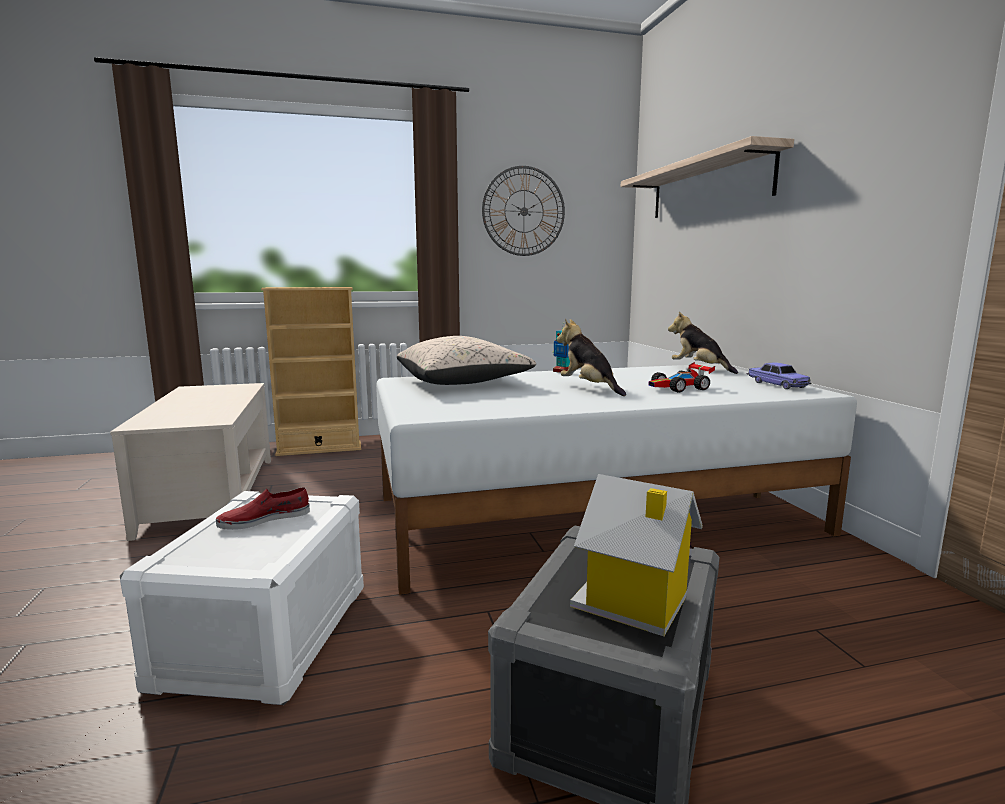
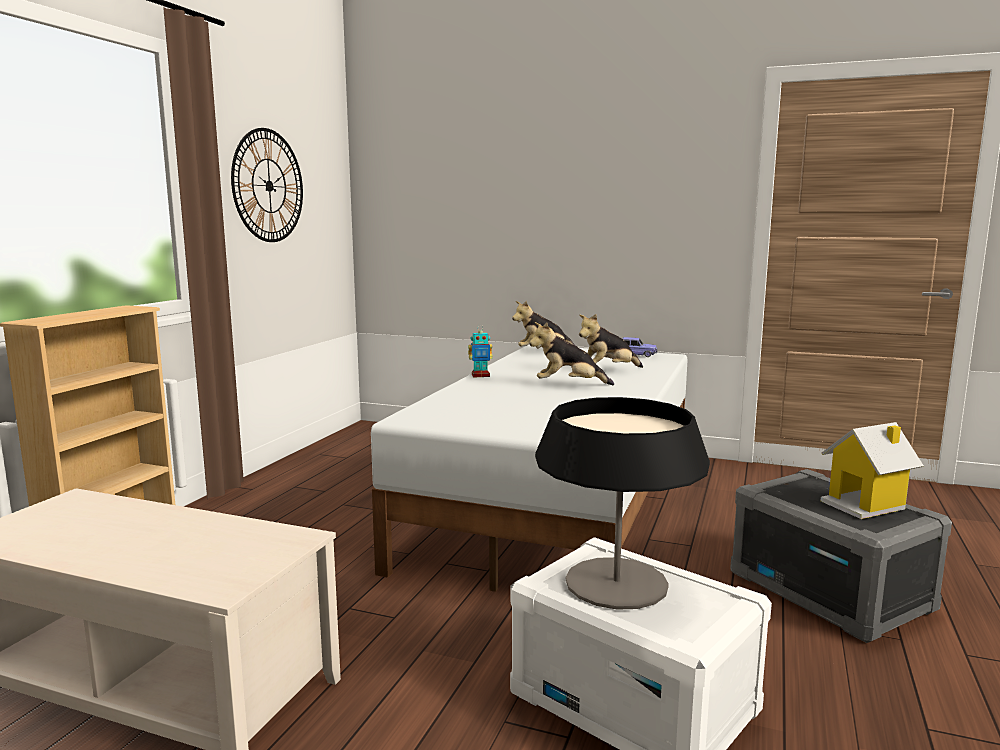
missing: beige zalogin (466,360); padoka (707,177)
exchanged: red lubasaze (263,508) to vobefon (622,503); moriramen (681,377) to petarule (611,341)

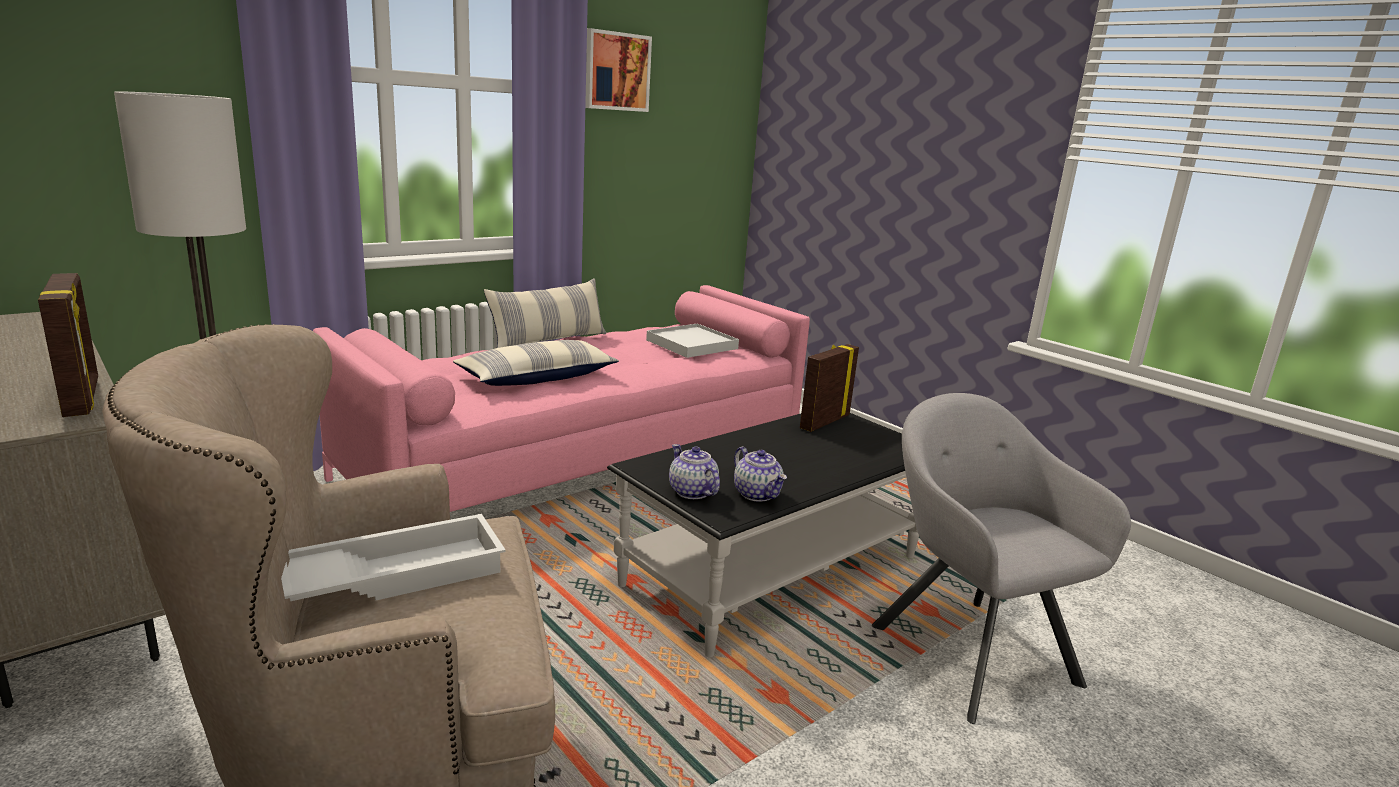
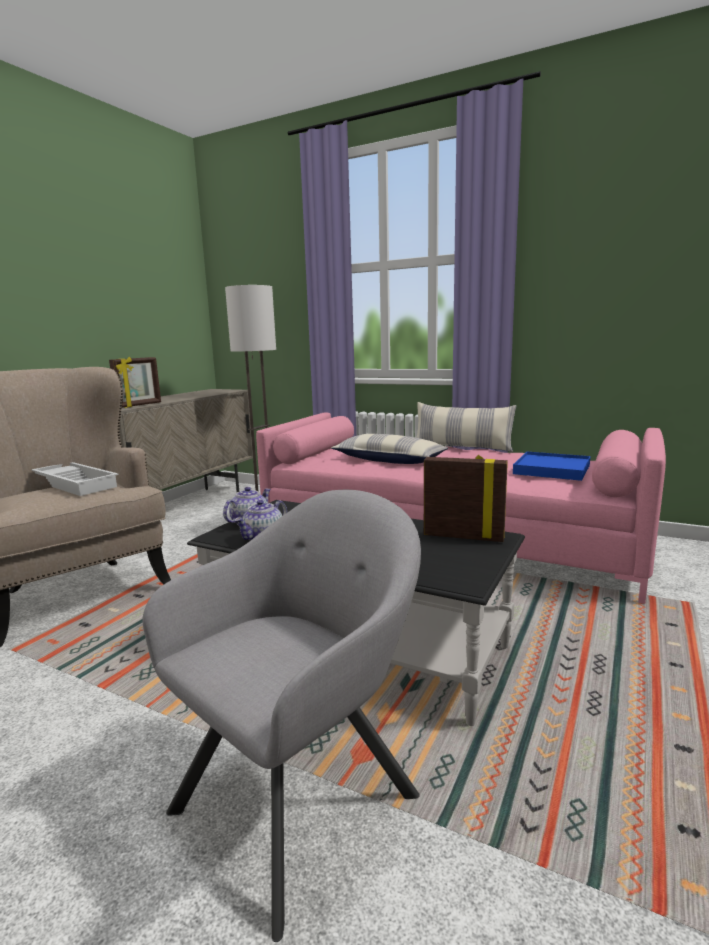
missing: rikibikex (618,70)
colour: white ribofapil (692,340) to blue ribofapil (551,466)

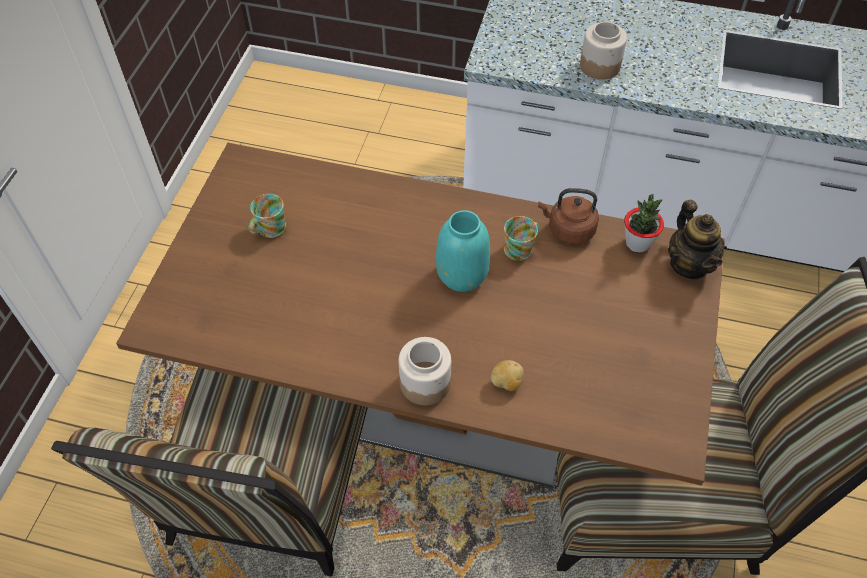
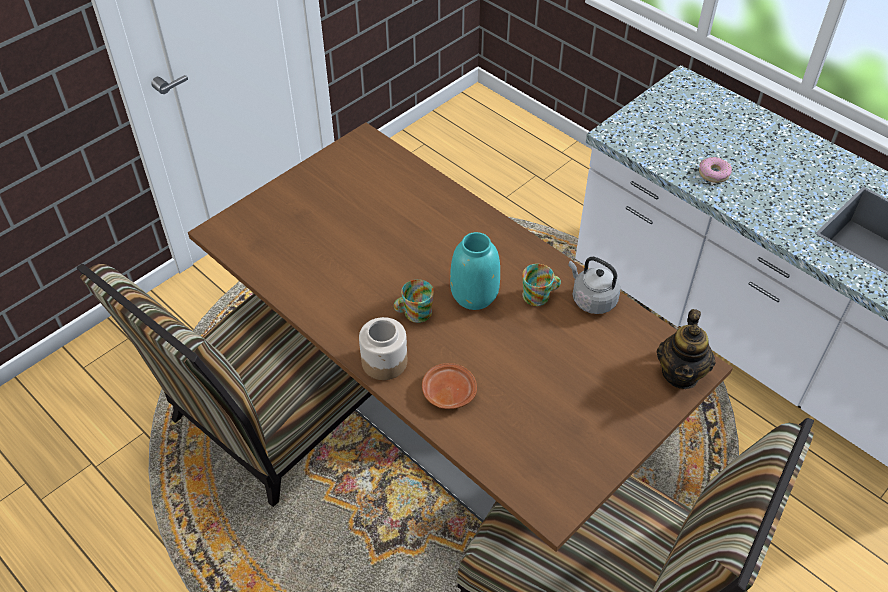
missing: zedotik (644,223)
relocated: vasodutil (267,216) to (414,301)
exchanged: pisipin (507,375) to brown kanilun (449,386); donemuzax (603,51) to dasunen (715,170)
colour: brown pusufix (568,216) to grey pusufix (594,285)

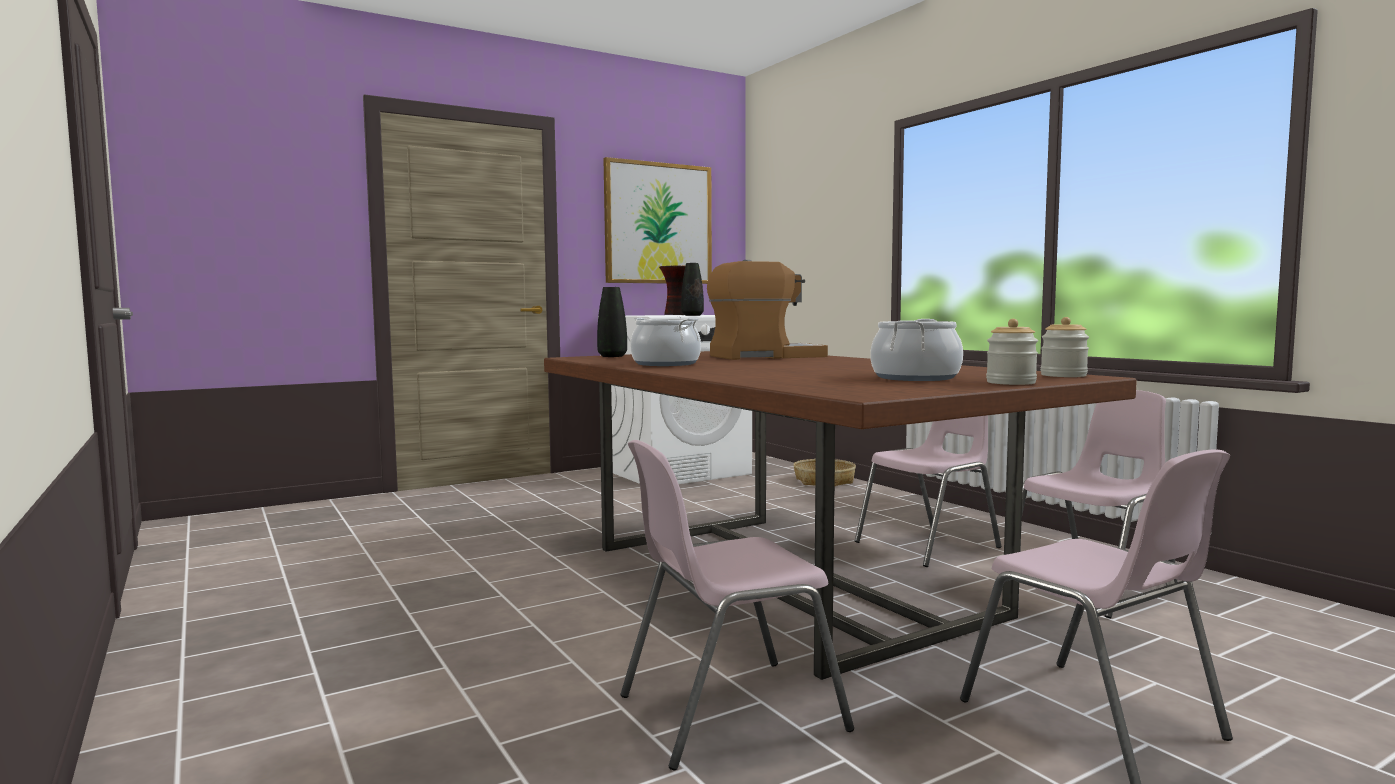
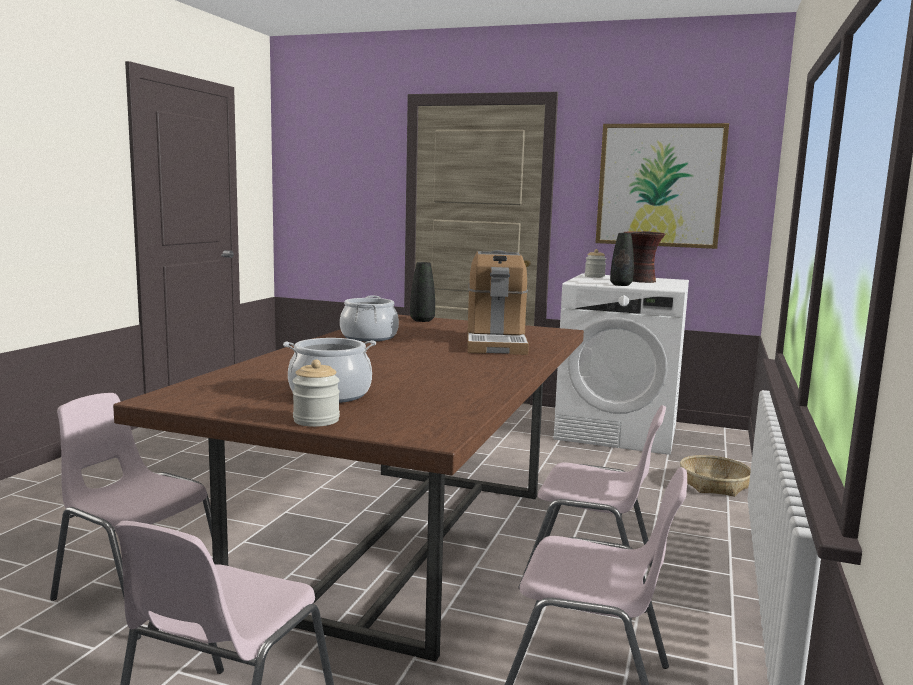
relocated: donemuzax (1065,347) to (595,263)
spun: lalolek (767,310) = (498,302) 60 degrees clockwise

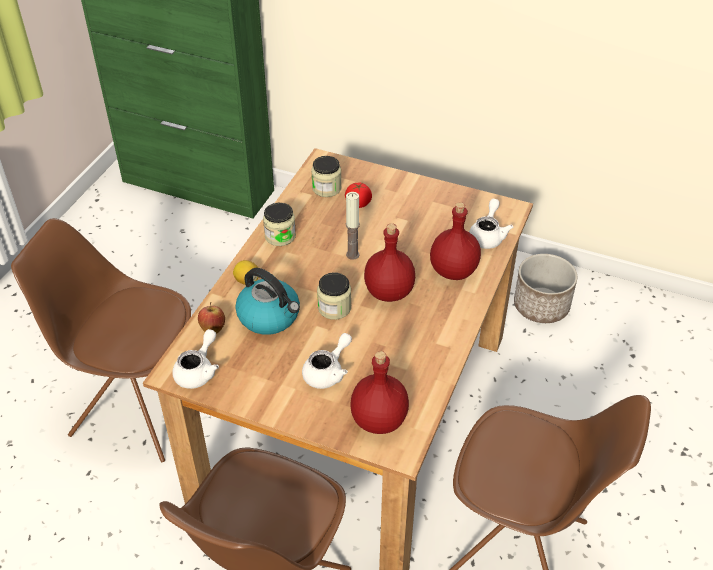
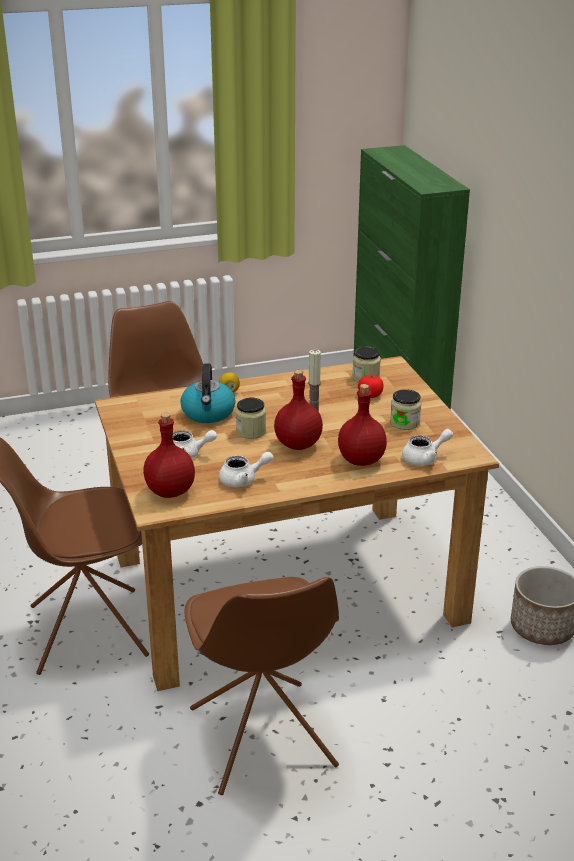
missing: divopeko (211,318)
relocated: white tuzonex (195,359) to (246,469); donemuzax (279,224) to (405,409)

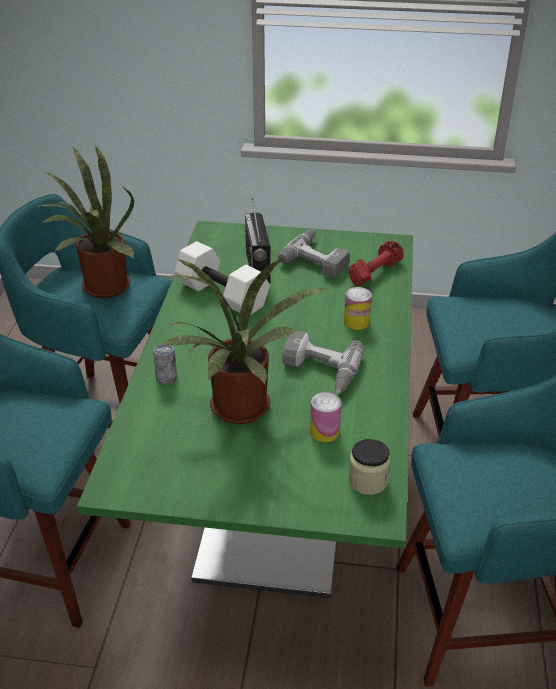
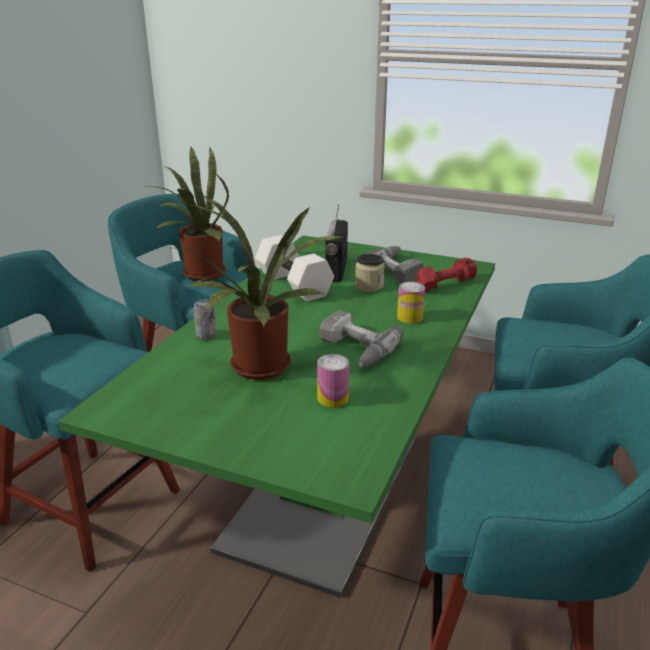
relocated: donemuzax (369,467) to (370,273)

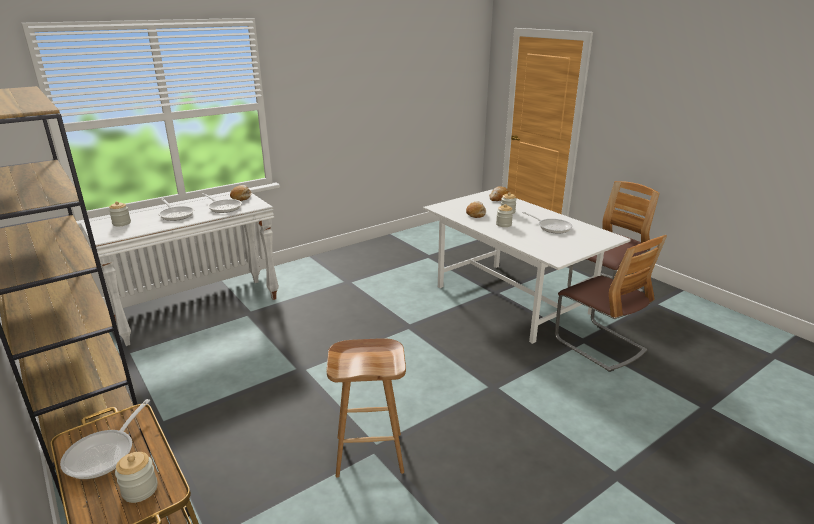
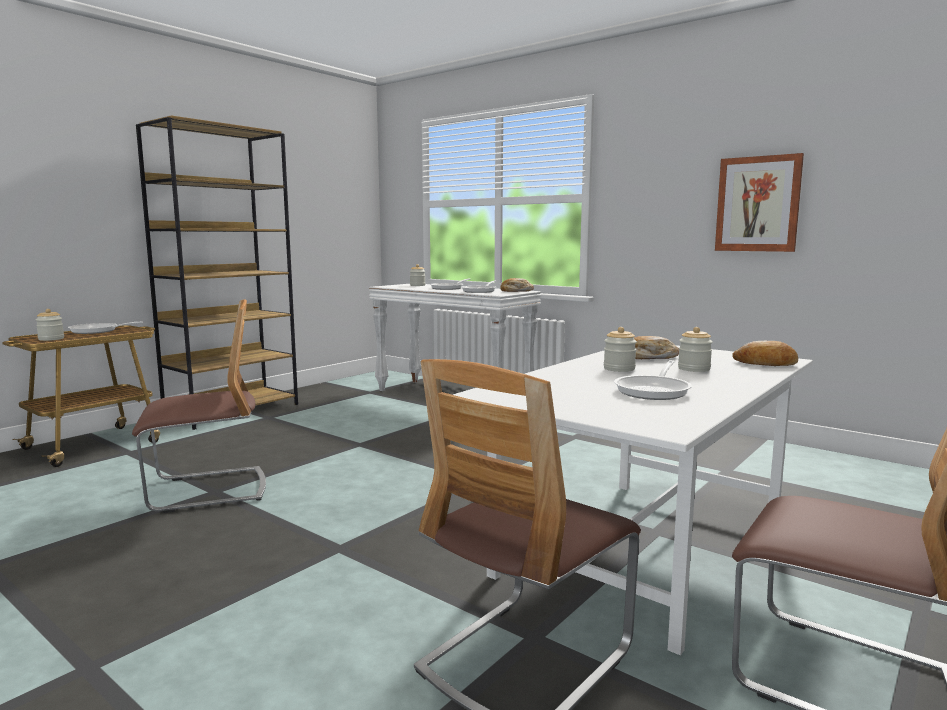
appeared: rikibikex (759,202)
exchanged: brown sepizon (366,408) to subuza (199,406)

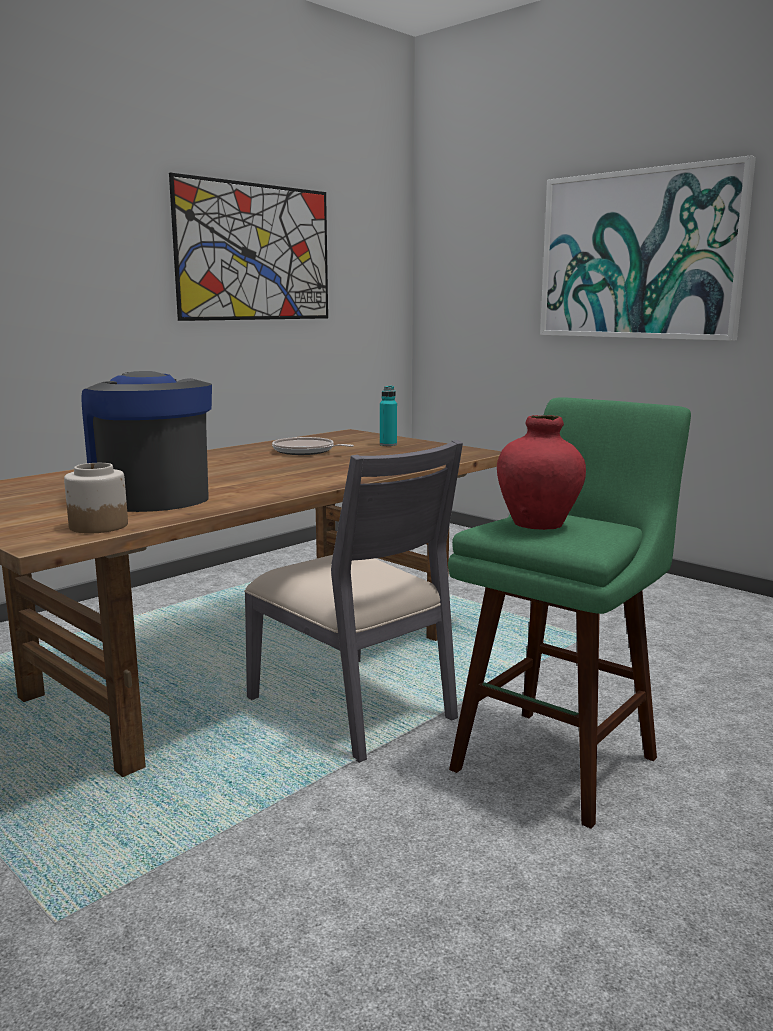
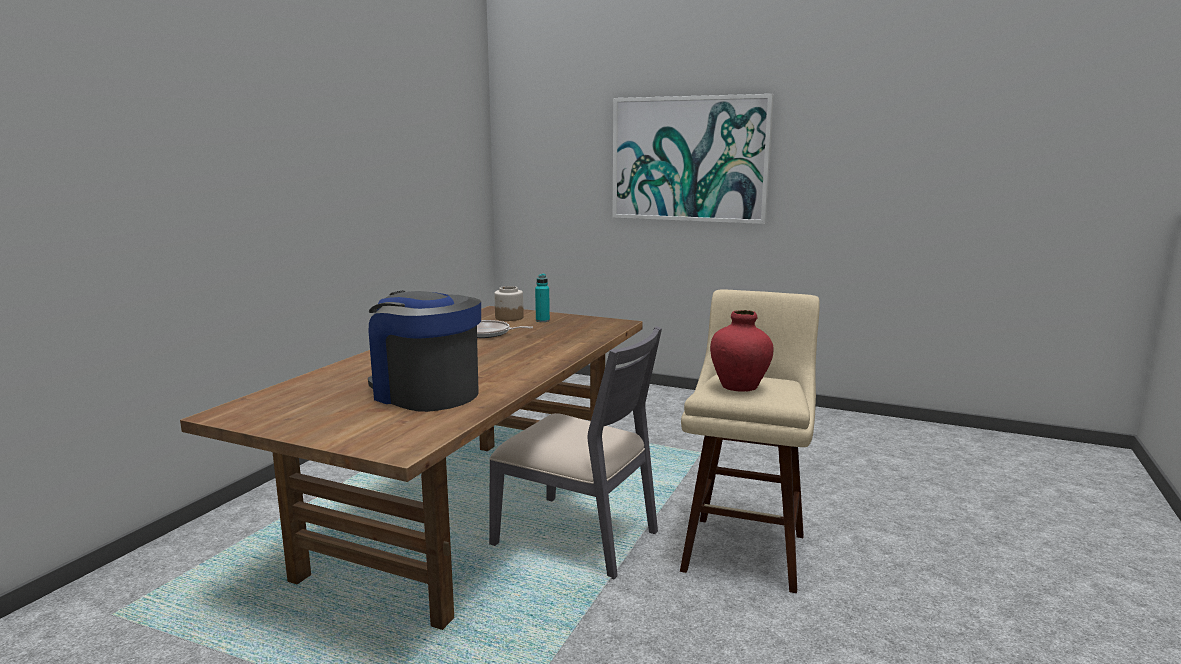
missing: rikibikex (248,247)
relocated: donemuzax (96,498) to (509,303)
colour: green sepizon (569,613) to beige sepizon (750,441)

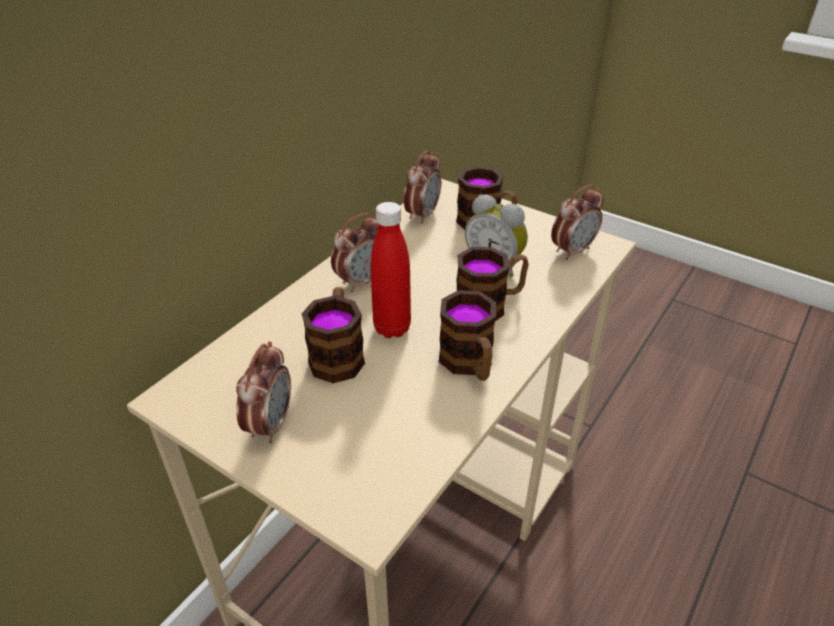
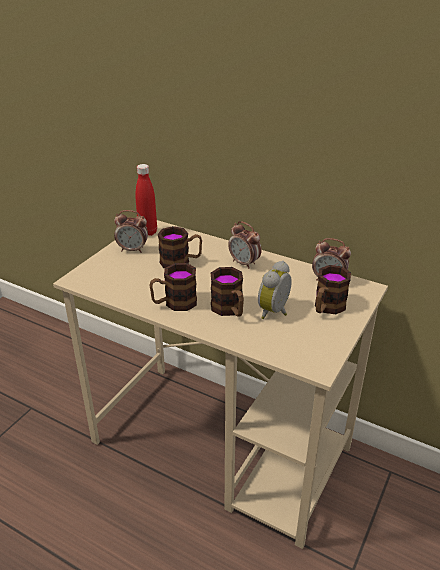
missing: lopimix (577,222)
relocated: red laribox (391,270) to (146,200)

